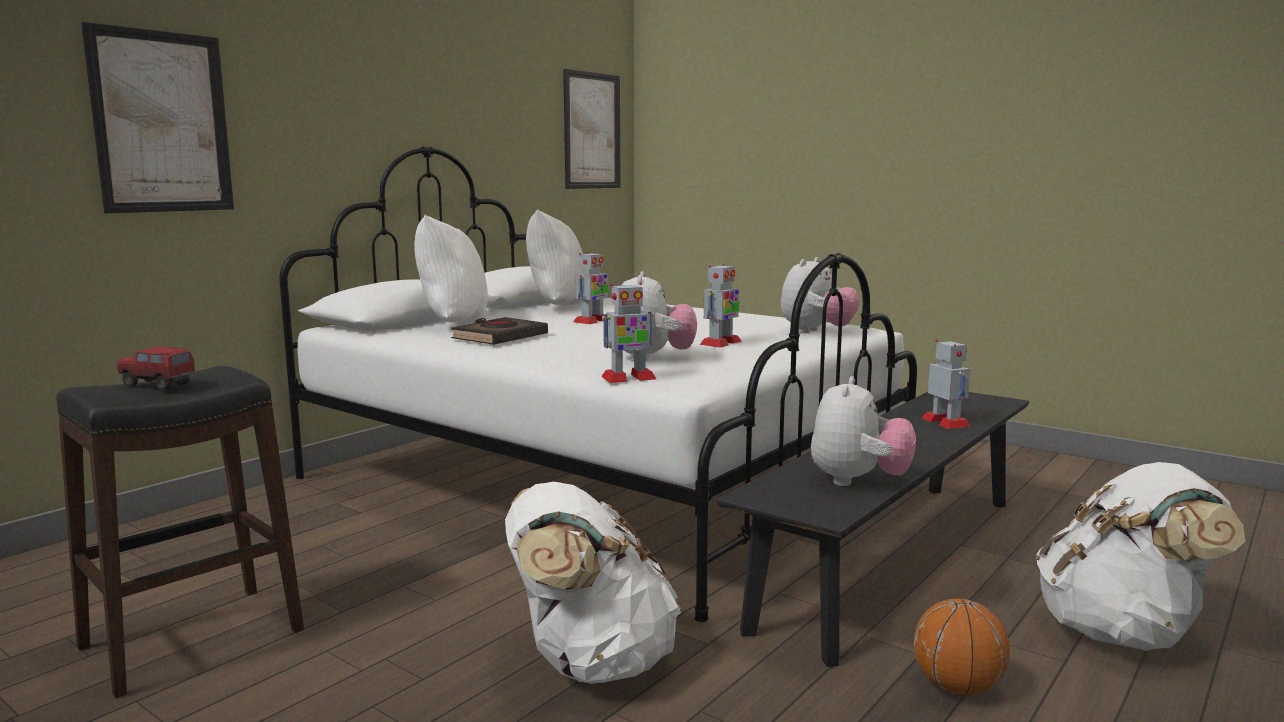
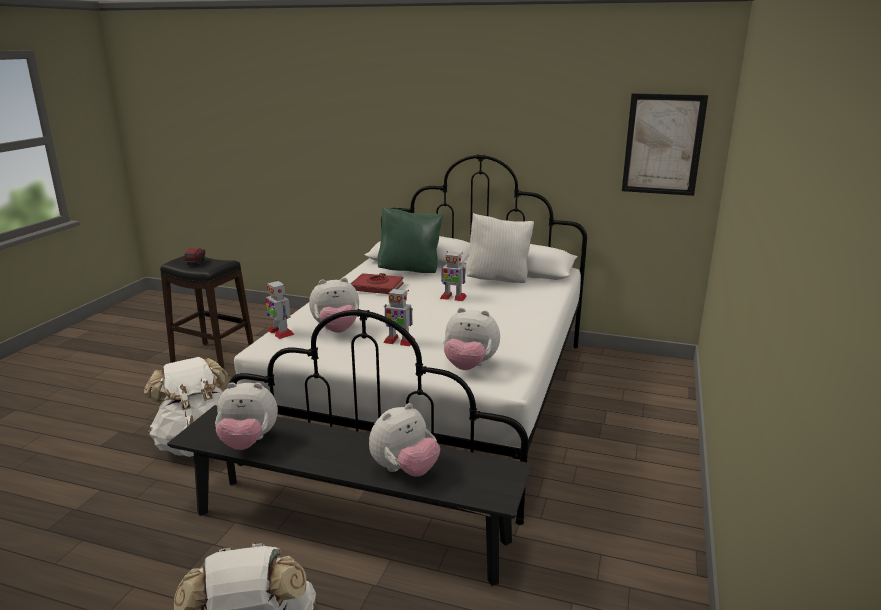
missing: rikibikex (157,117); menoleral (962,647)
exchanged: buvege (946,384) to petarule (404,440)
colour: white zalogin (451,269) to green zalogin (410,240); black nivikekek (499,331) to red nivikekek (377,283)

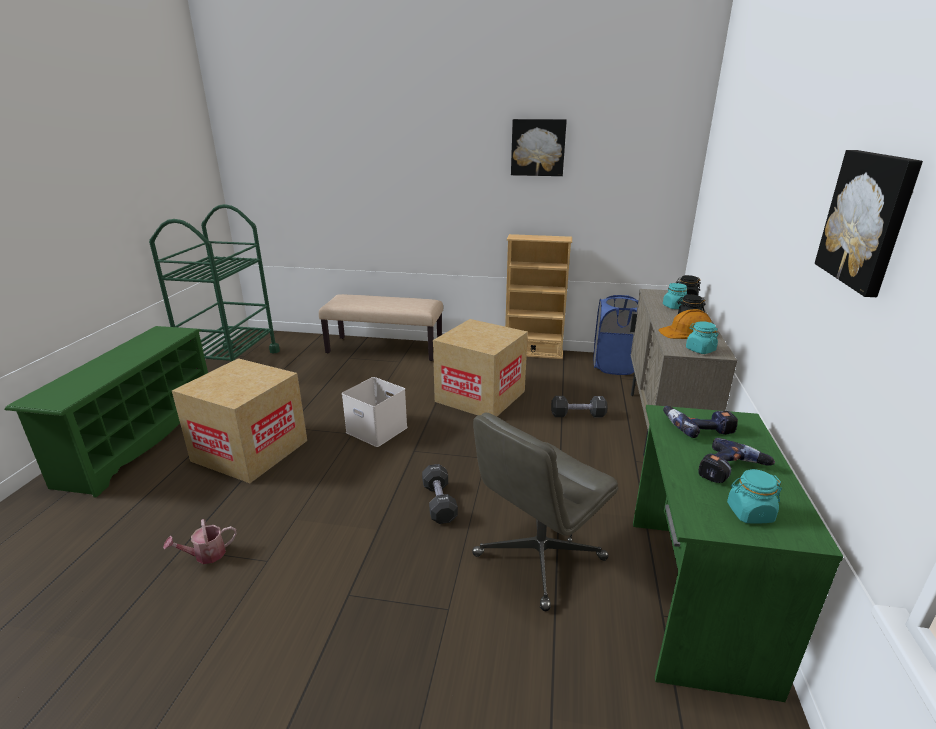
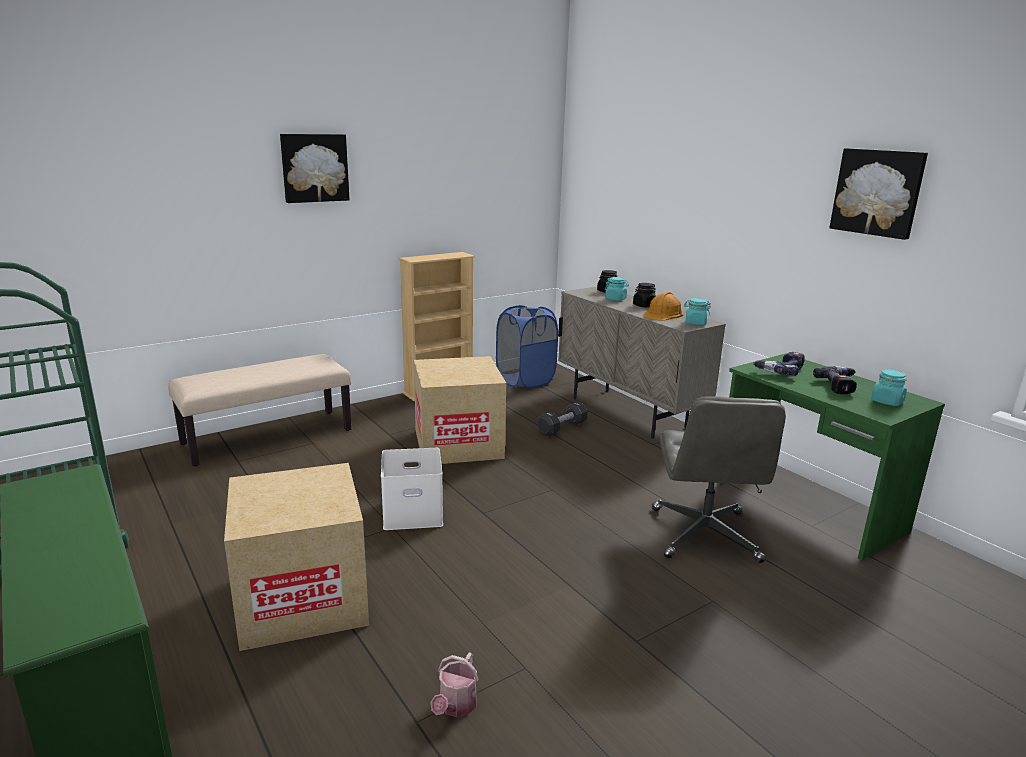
missing: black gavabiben (440,494)
relocated: rikibikex (539,147) to (315,168)

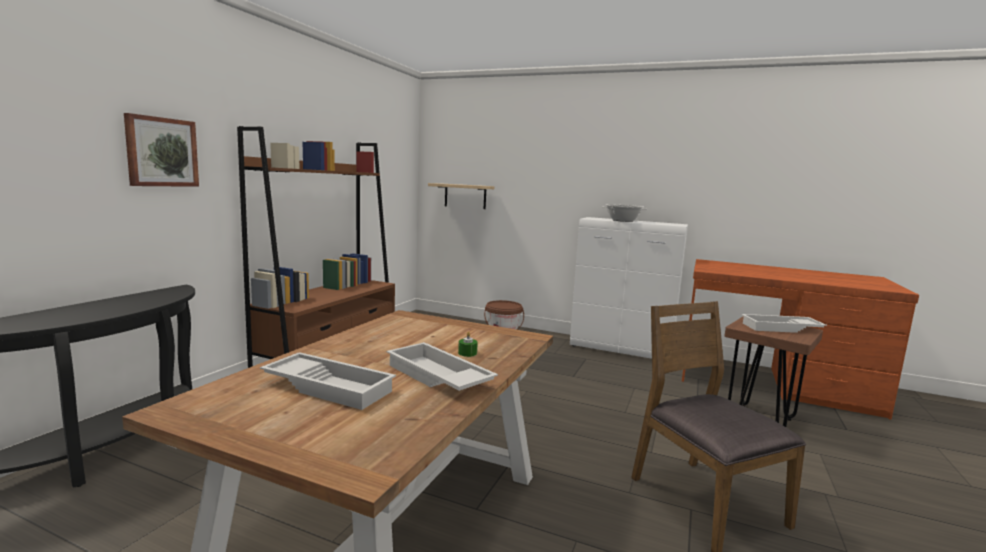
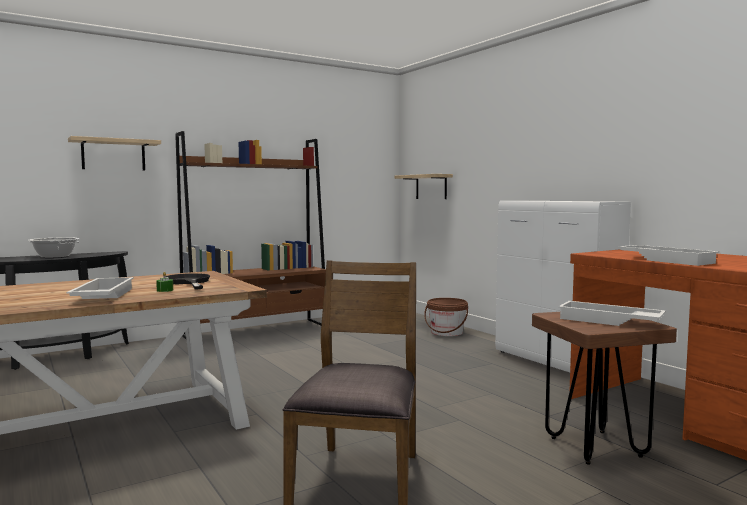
appeared: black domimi (188,281)
relocated: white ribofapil (328,381) to (668,255); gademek (624,213) to (53,247)
exchanged: rikibikex (161,150) to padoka (114,153)

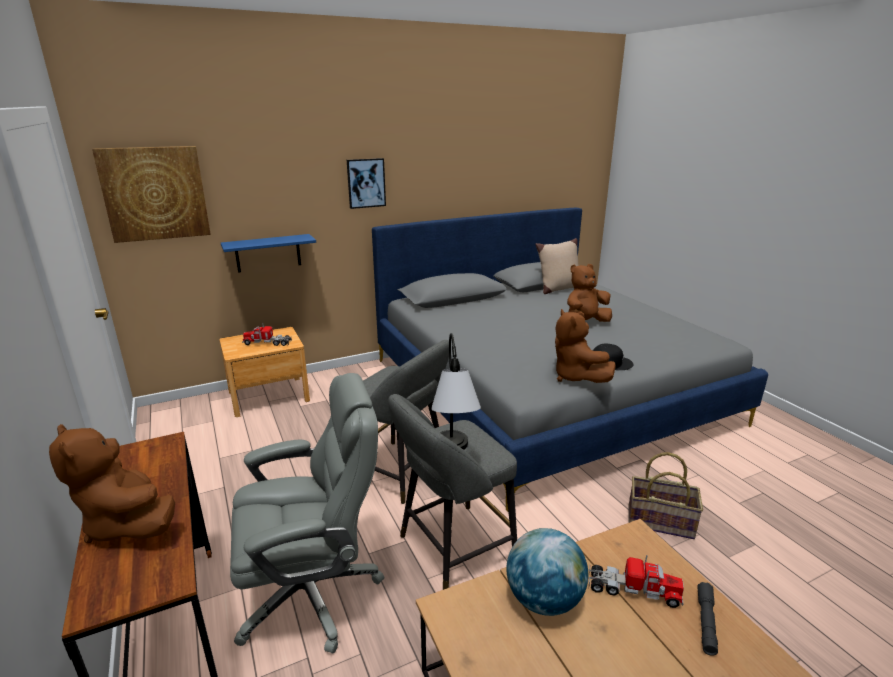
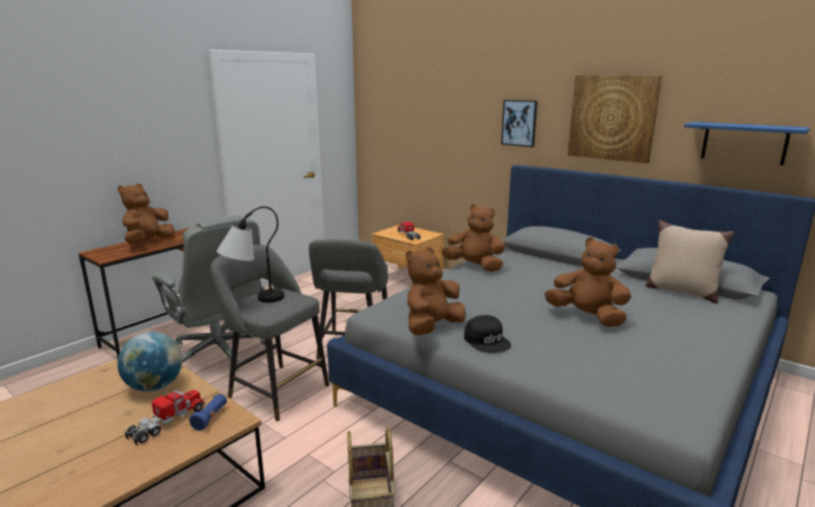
missing: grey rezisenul (707,619)
appeared: blue rezisenul (208,412); brown petarule (473,238)
relocated: rikibikex (151,194) to (615,119); blue padoka (268,253) to (747,143)
spun: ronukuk (636,581) = (164,417) 135 degrees counterclockwise

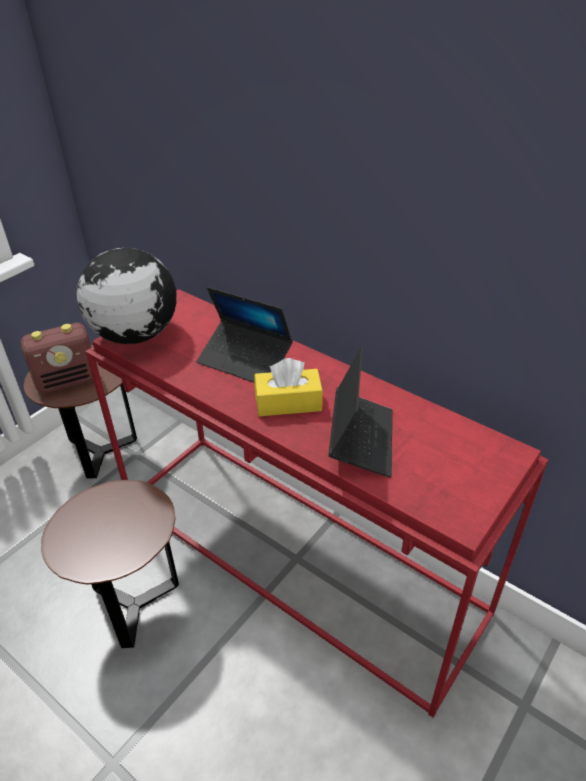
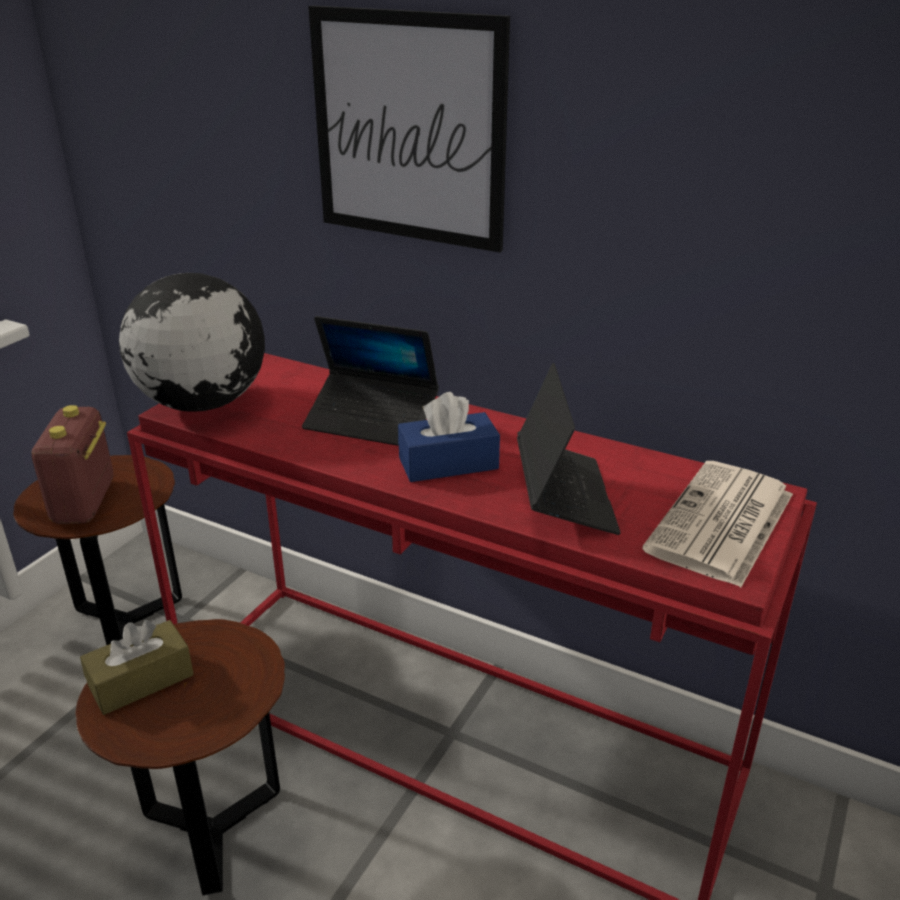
appeared: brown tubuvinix (137,667); rikibikex (409,129); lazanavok (717,524)
colour: yellow tubuvinix (289,387) to blue tubuvinix (449,437)
spun: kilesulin (57,358) = (72,464) 120 degrees clockwise

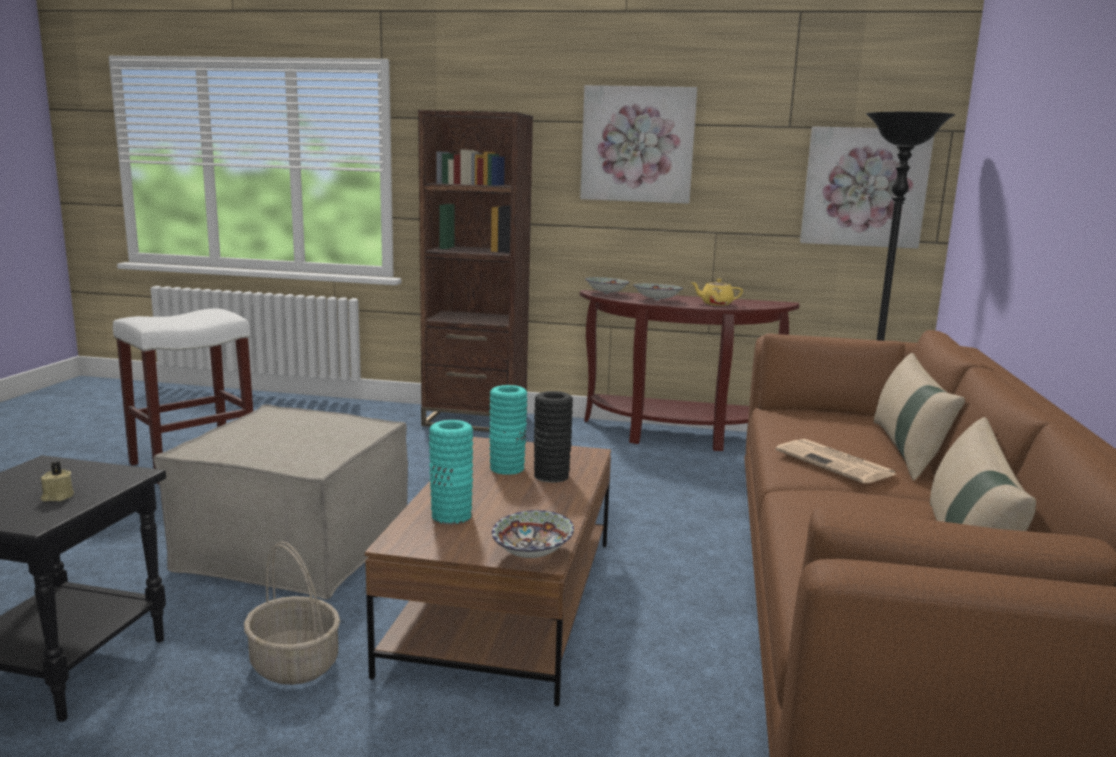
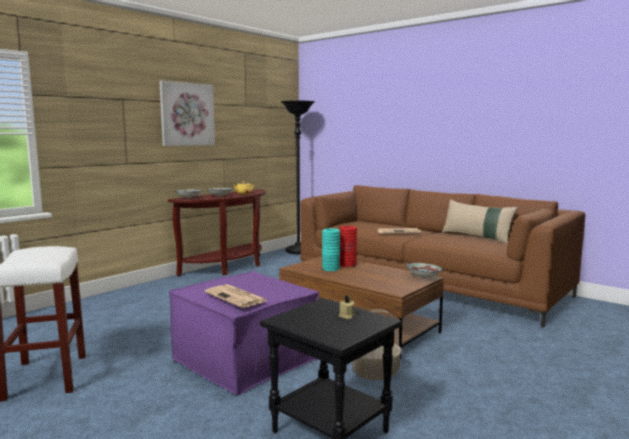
missing: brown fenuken (475,271); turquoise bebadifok (451,472); rikibikex (867,187); beige zalogin (919,417)
appeared: lazanavok (236,296)
colour: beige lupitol (281,502) to purple lupitol (244,333); black bebadifok (553,437) to red bebadifok (348,246)

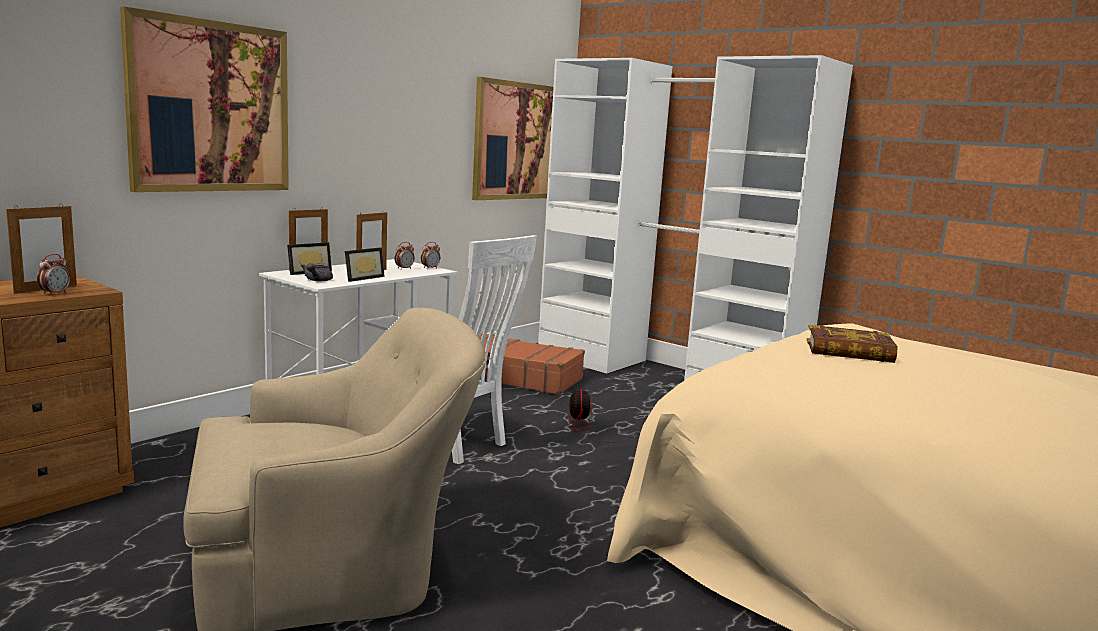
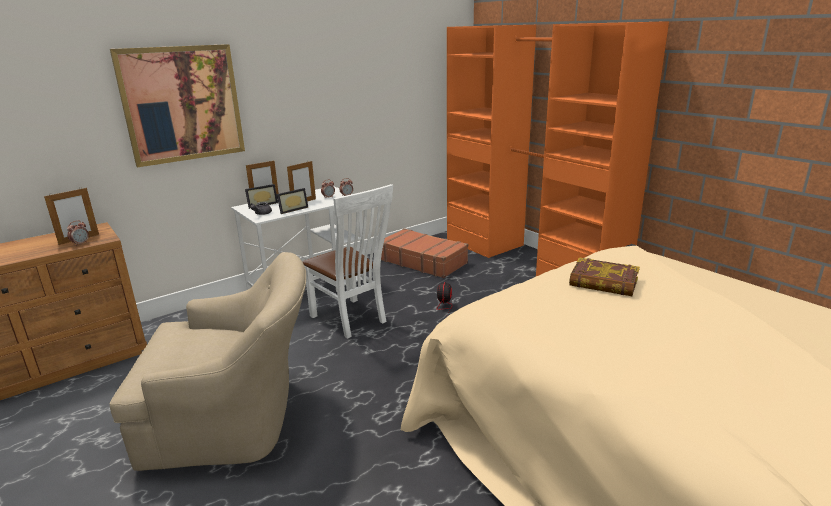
missing: rikibikex (513,138)
colour: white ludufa (695,217) to orange ludufa (558,148)

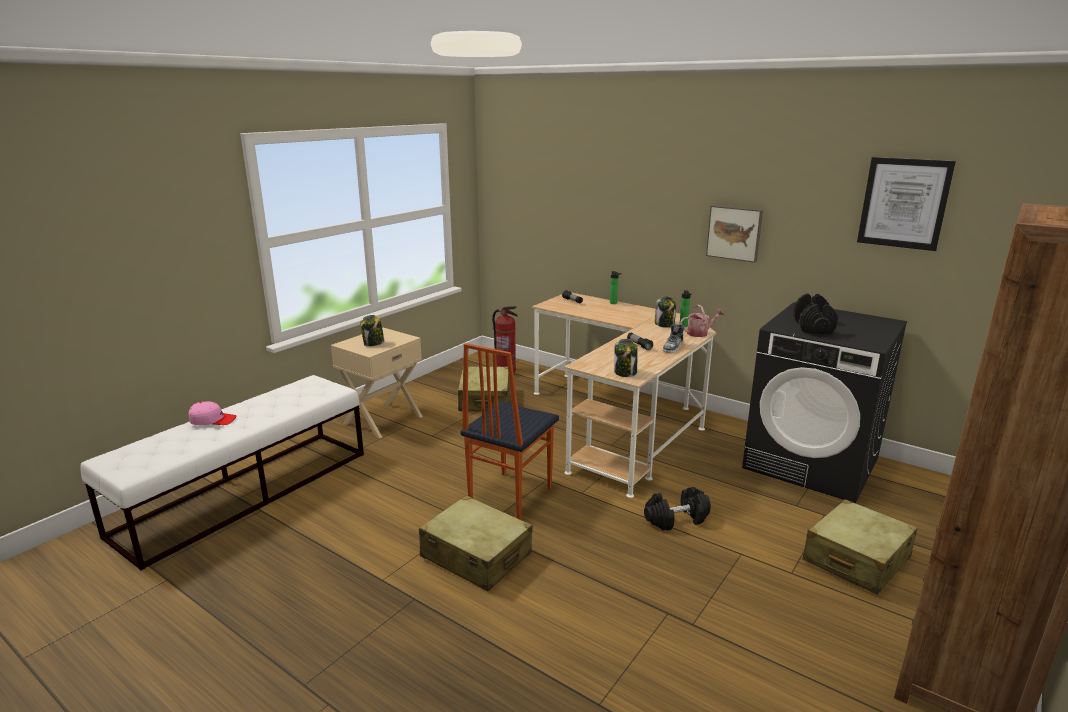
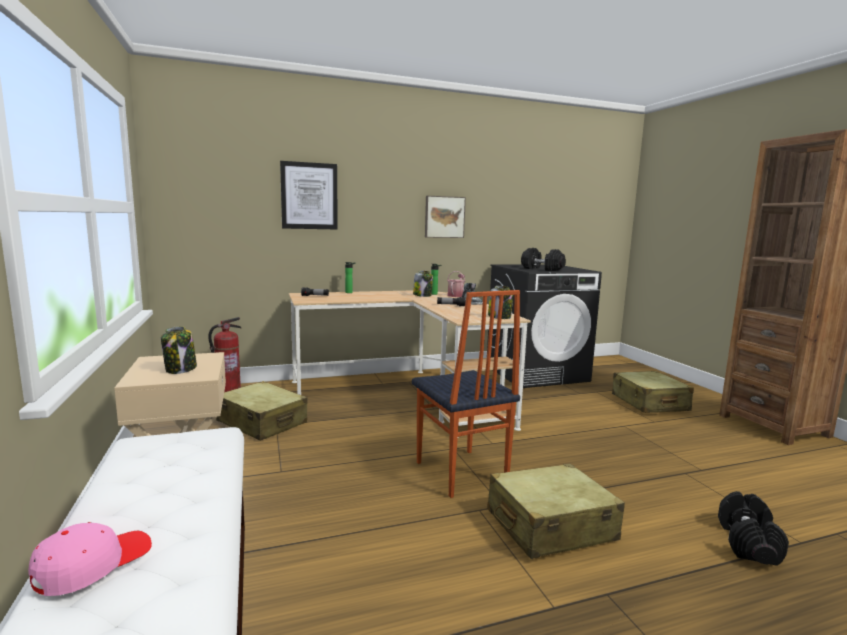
relocated: black gavabiben (677,509) to (753,528); rikibikex (906,204) to (309,195)

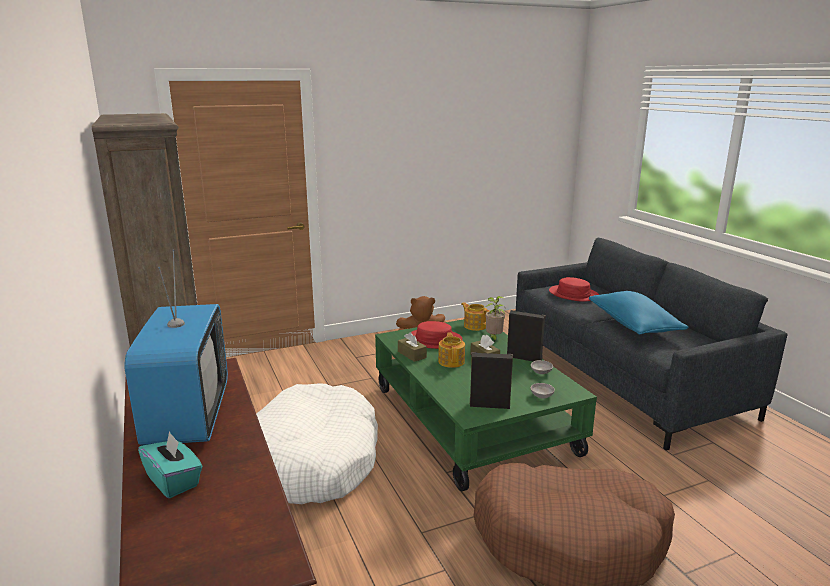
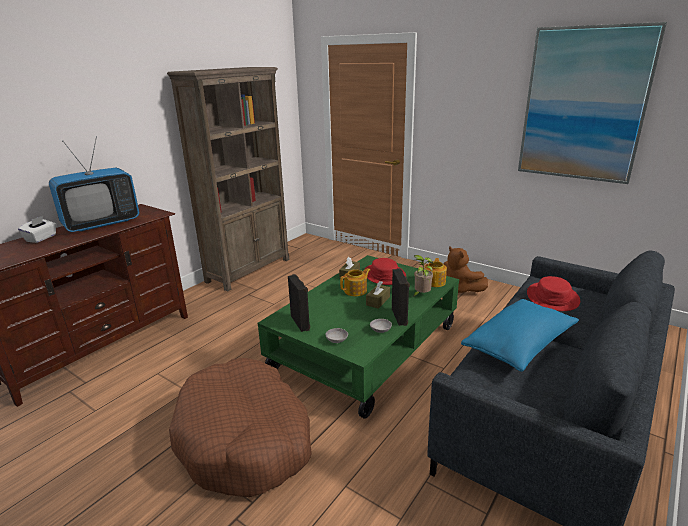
missing: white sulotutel (317,443)
appeared: rikibikex (592,103)
colour: turquoise tubuvinix (170,464) to white tubuvinix (37,229)

